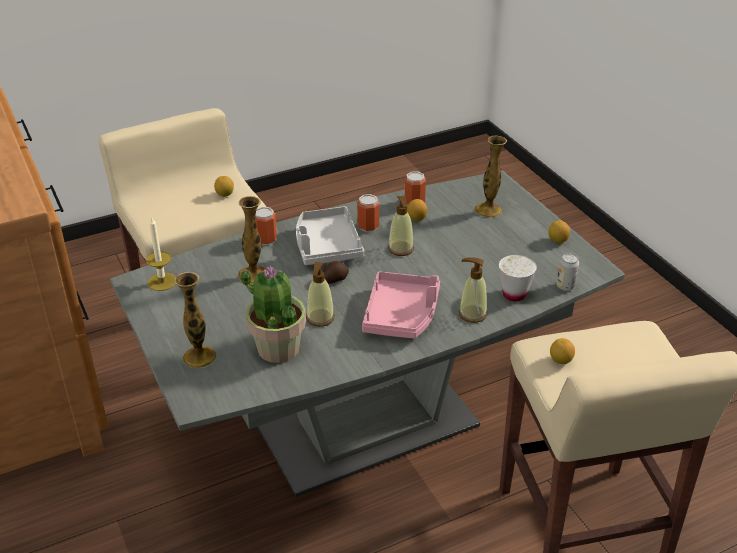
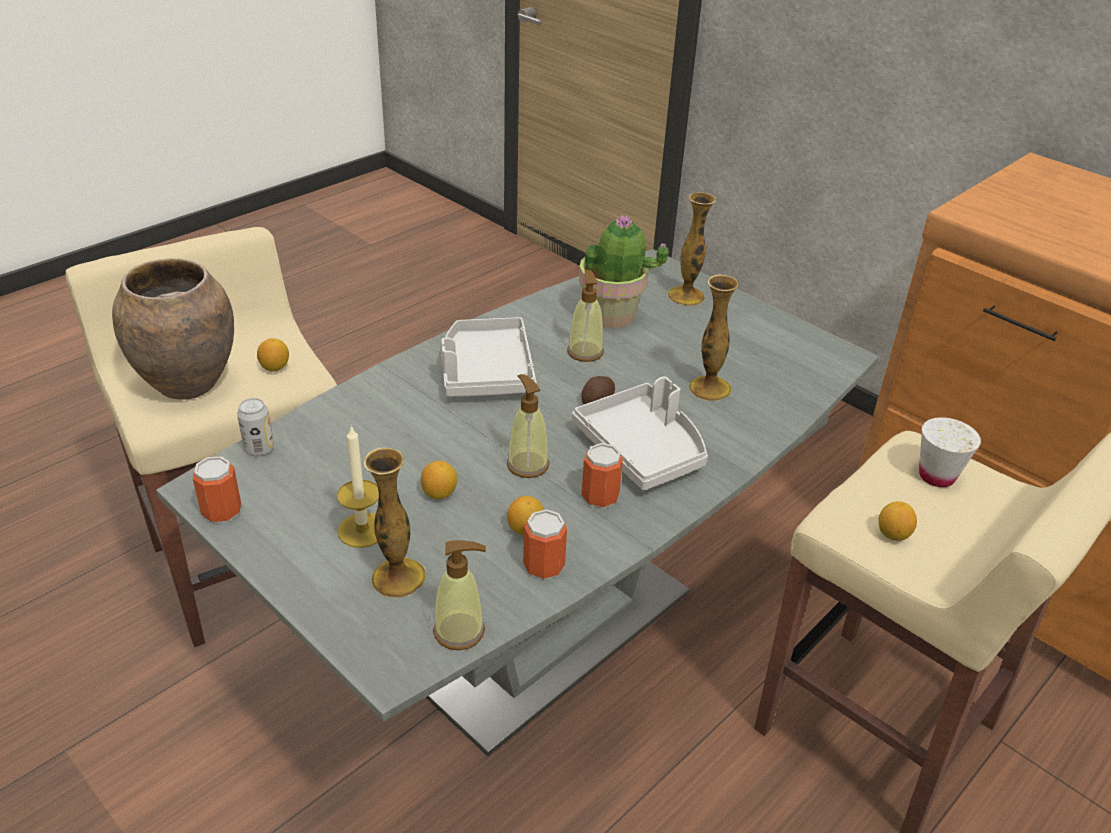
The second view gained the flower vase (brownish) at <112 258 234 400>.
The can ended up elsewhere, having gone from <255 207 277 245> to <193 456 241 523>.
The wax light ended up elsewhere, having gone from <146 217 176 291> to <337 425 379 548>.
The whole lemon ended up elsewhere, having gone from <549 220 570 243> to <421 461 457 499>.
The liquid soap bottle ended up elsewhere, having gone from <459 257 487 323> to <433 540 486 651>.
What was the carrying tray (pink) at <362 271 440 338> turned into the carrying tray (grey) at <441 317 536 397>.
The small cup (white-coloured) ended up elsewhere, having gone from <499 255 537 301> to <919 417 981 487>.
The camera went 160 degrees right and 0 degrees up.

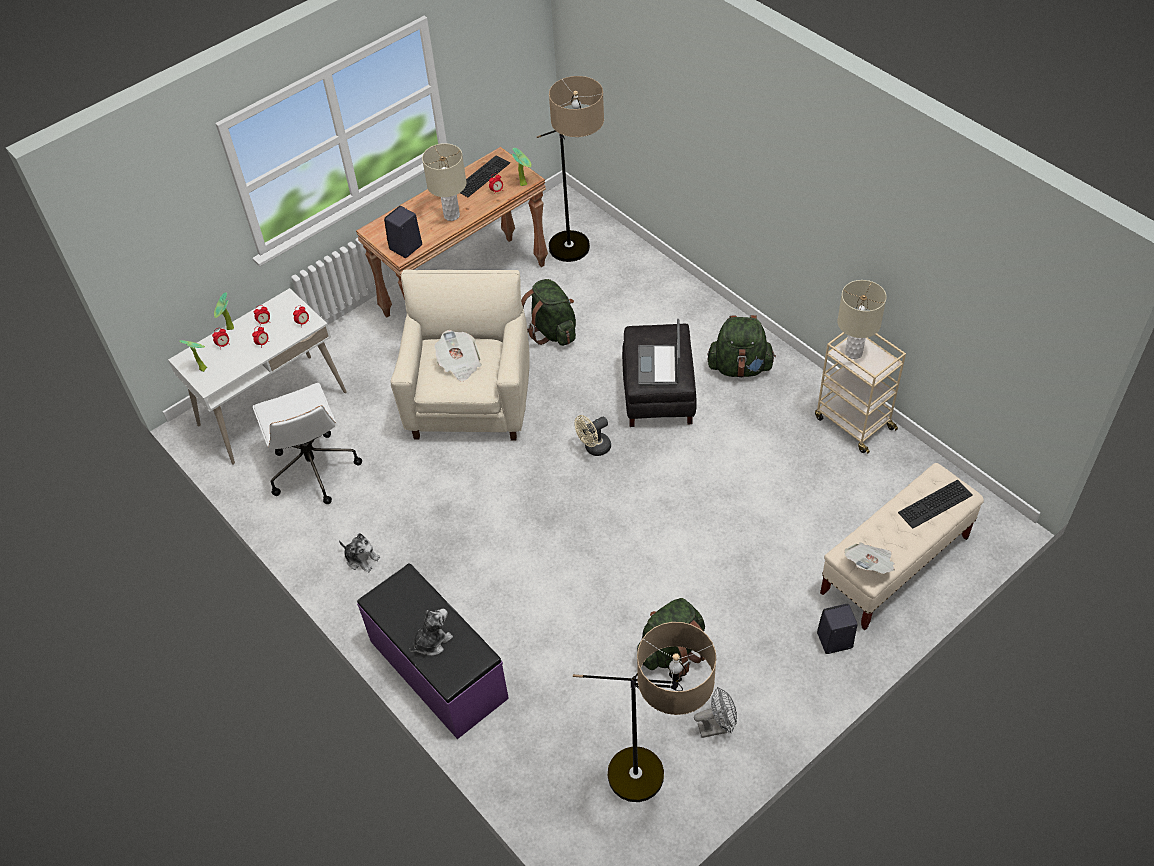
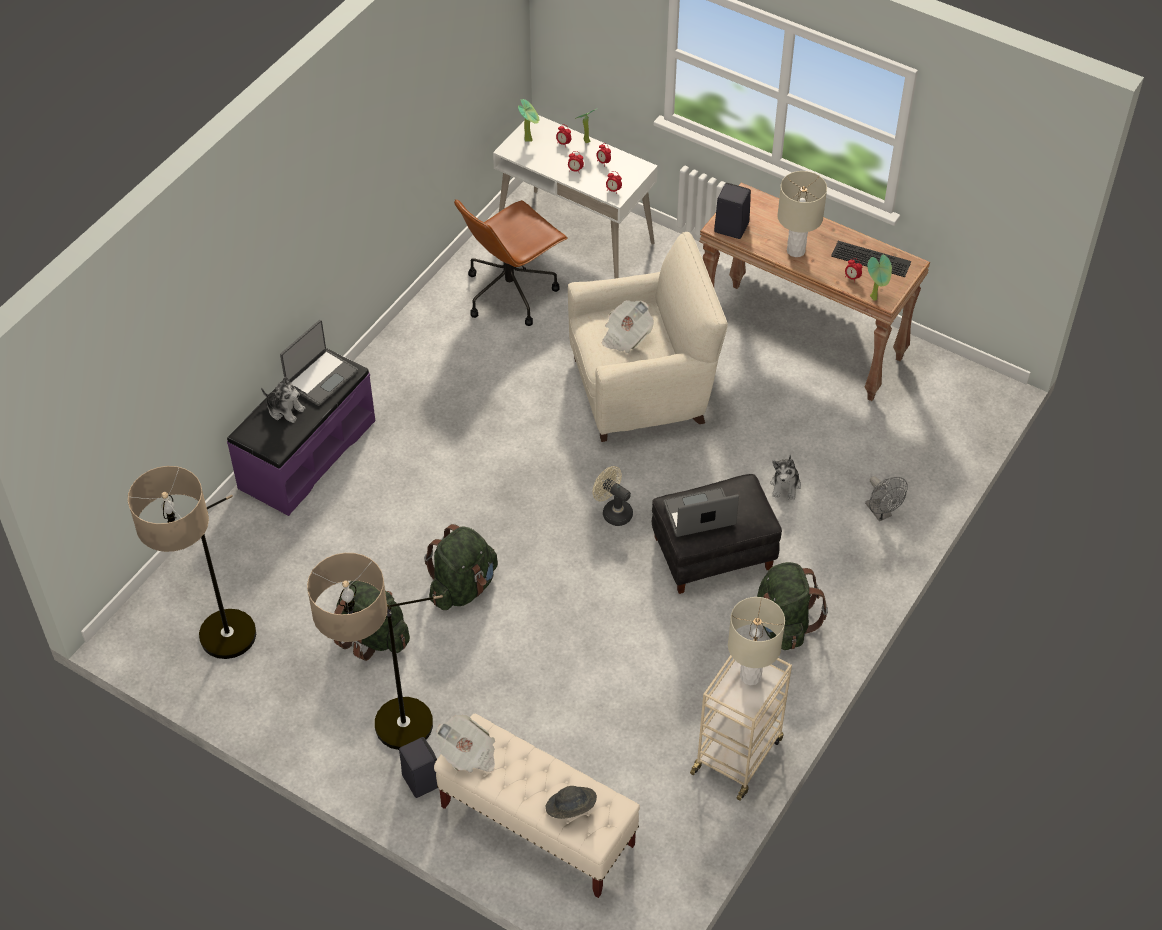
The second view gained the notebook computer at <280 320 358 406>.
The floor lamp ended up elsewhere, having gone from <537 76 604 262> to <307 553 443 750>.
The backpack (green-coloured) ended up elsewhere, having gone from <521 279 576 346> to <424 524 498 610>.
What was the desk chair (white-coloured) at <253 383 362 504> turned into the desk chair (brownish) at <454 199 568 326>.
Where the PC keyboard stood at <898 479 973 529>, the hat (grey) came to stand at <546 786 597 819>.
The cuddly toy ended up elsewhere, having gone from <339 533 380 572> to <770 454 801 500>.
The cooling fan (grey) ended up elsewhere, having gone from <694 687 737 738> to <865 476 908 521>.
The camera went 70 degrees right and 0 degrees up.

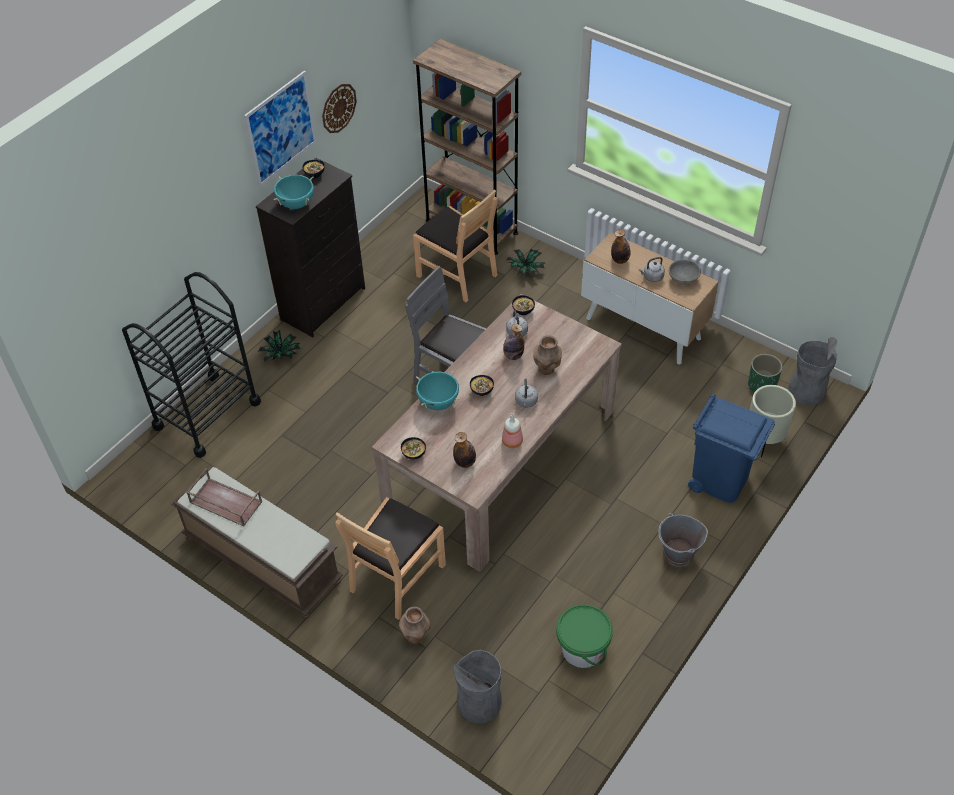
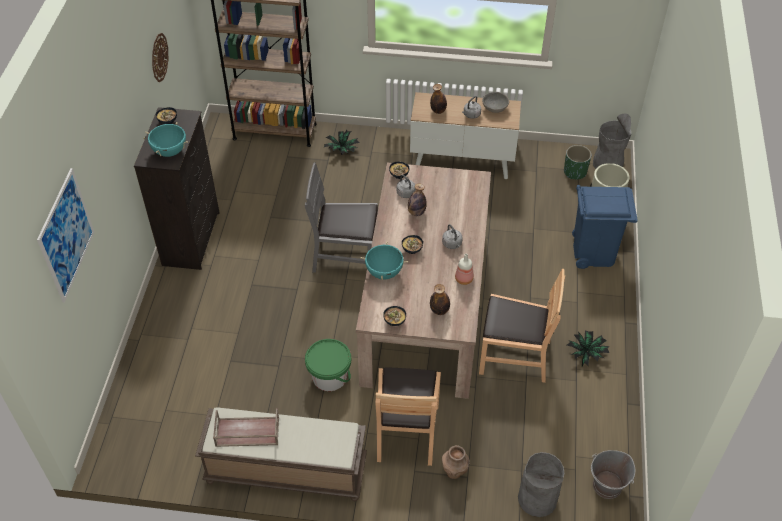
The wall picture ended up elsewhere, having gone from <244 71 317 187> to <37 168 94 303>.
The pail (green-coloured) ended up elsewhere, having gone from <556 604 613 668> to <305 339 351 391>.
The plain chair (brownish) ended up elsewhere, having gone from <413 190 498 302> to <479 269 565 383>.
The plant in a pot ended up elsewhere, having gone from <258 330 300 362> to <567 330 610 366>.
The pail (grey) ended up elsewhere, having gone from <658 512 708 567> to <591 450 635 499>.
The second view lost the wheeled cart (blackish) at <122 272 261 458>.
The second view lost the flower vase (brownish) at <533 335 562 375>.
The camera went 30 degrees left and 0 degrees up.

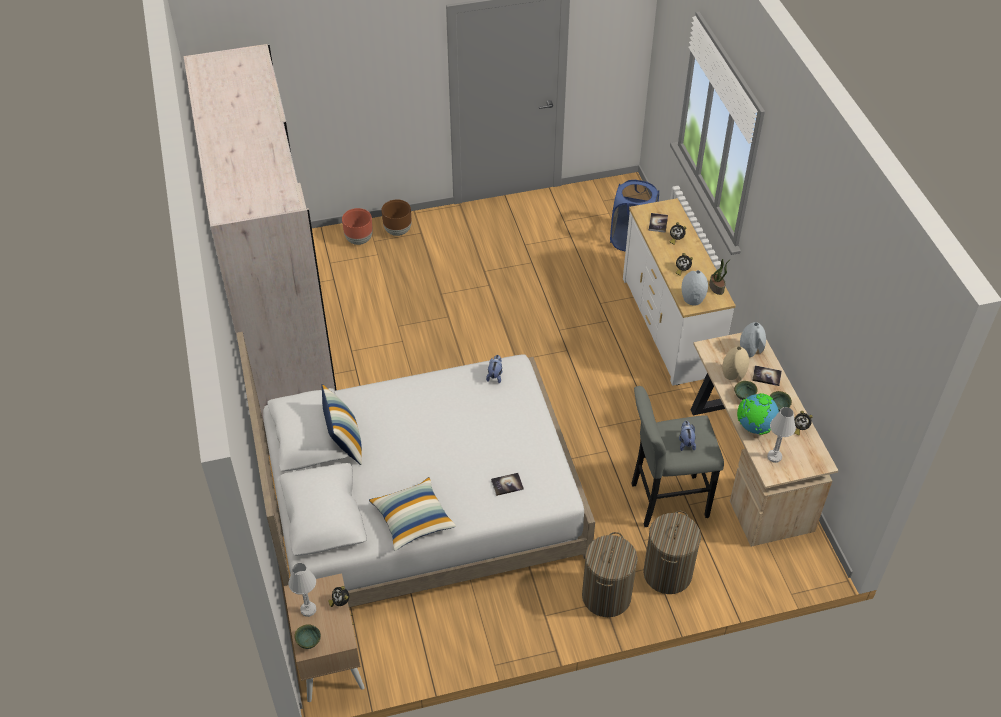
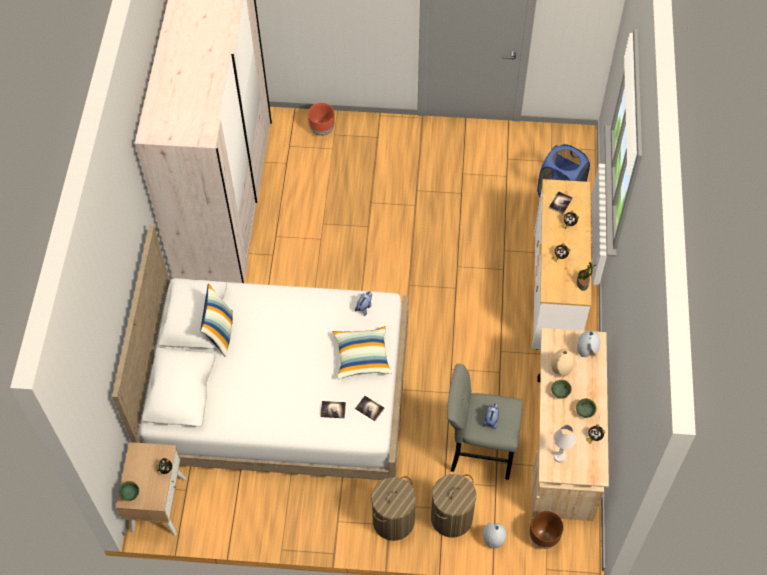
The throw pillow ended up elsewhere, having gone from <369 477 456 551> to <333 326 392 379>.
The bound book ended up elsewhere, having gone from <752 365 782 386> to <355 396 385 421>.
The flower vase (grey) ended up elsewhere, having gone from <682 270 708 305> to <483 523 507 549>.
The flower pot (brownish) ended up elsewhere, having gone from <382 199 411 236> to <529 511 564 549>.
The second view lost the table lamp (white-coloured) at <288 563 316 617>.
The second view lost the globe at <737 393 779 435>.
The camera went 20 degrees right and 10 degrees up.

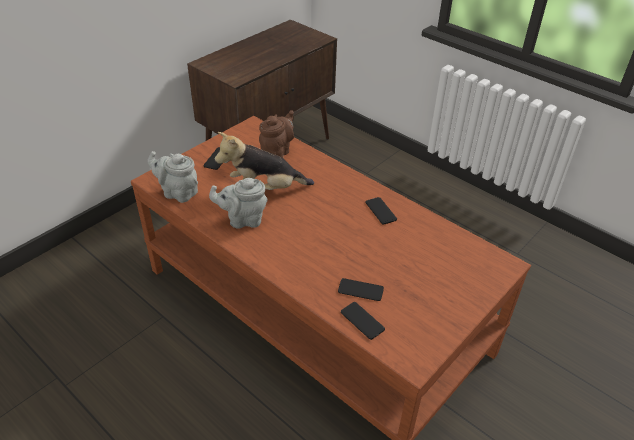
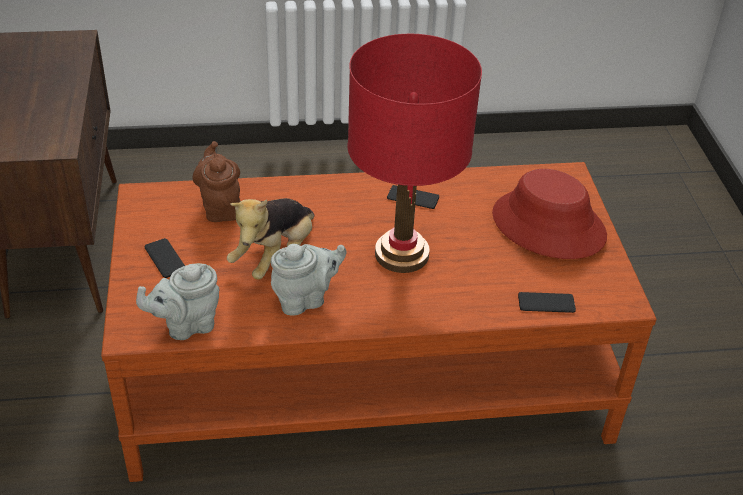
The pot for tea (grey) at <209 178 268 229> ended up facing another way, 150 degrees counterclockwise from before.
The second view gained the table lamp (red-coloured) at <348 34 482 273>.
The second view gained the hat (red-coloured) at <492 169 607 259>.
The second view lost the telephone at <338 278 384 301>.
The camera went 50 degrees left and 0 degrees up.

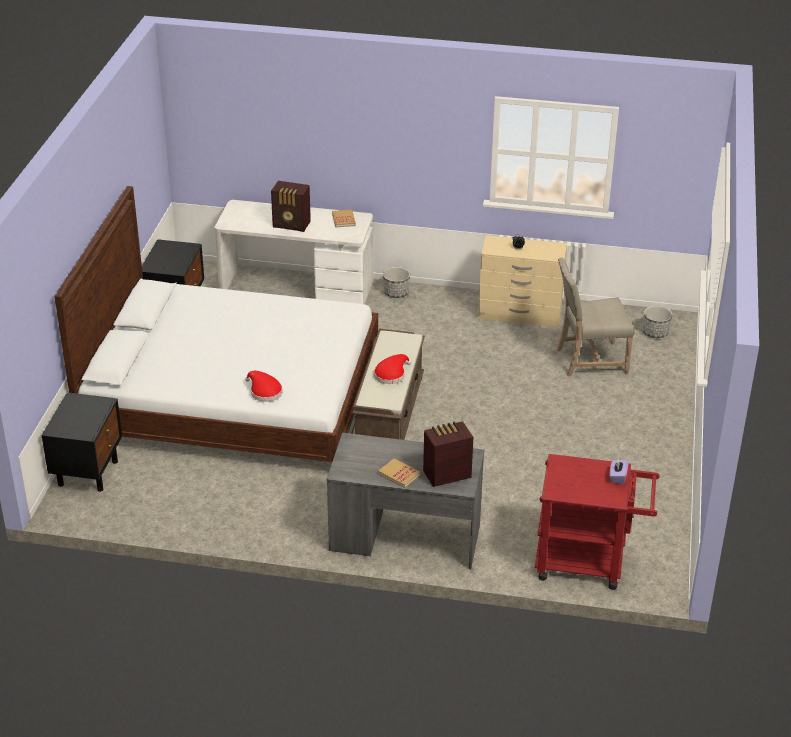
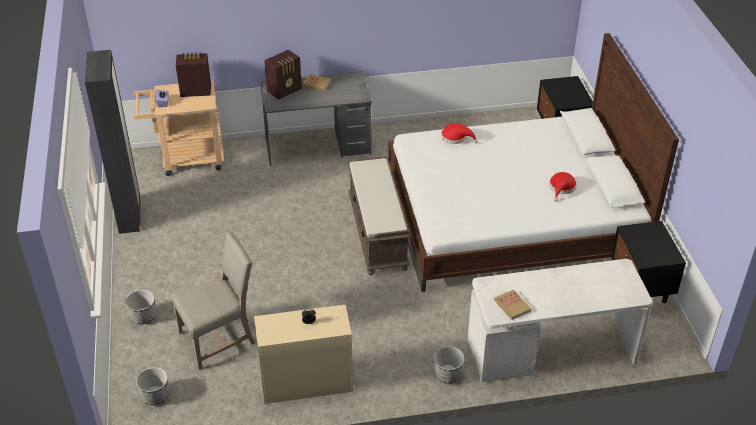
The second view gained the wardrobe (blackish) at <85 50 140 234>.
The second view gained the flower pot at <125 290 156 324>.
What was the wheeled cart (red-coloured) at <535 454 660 590> turned into the wheeled cart (sand-coloured) at <134 80 224 176>.
The radio set ended up elsewhere, having gone from <271 181 311 232> to <176 52 211 97>.
The hat (red-coloured) ended up elsewhere, having gone from <374 354 411 384> to <549 172 577 201>.
The camera went 160 degrees right and 5 degrees up.

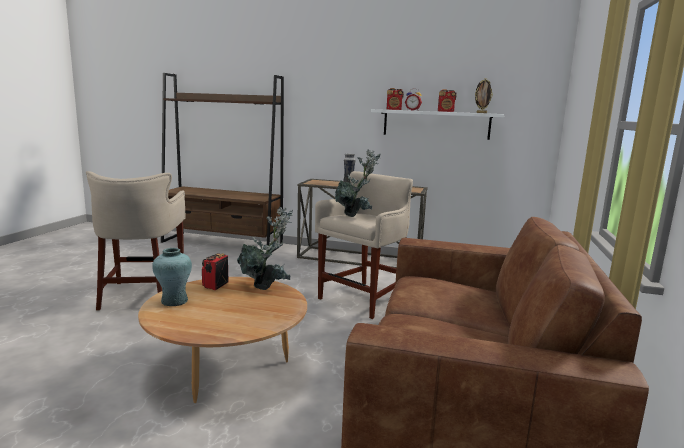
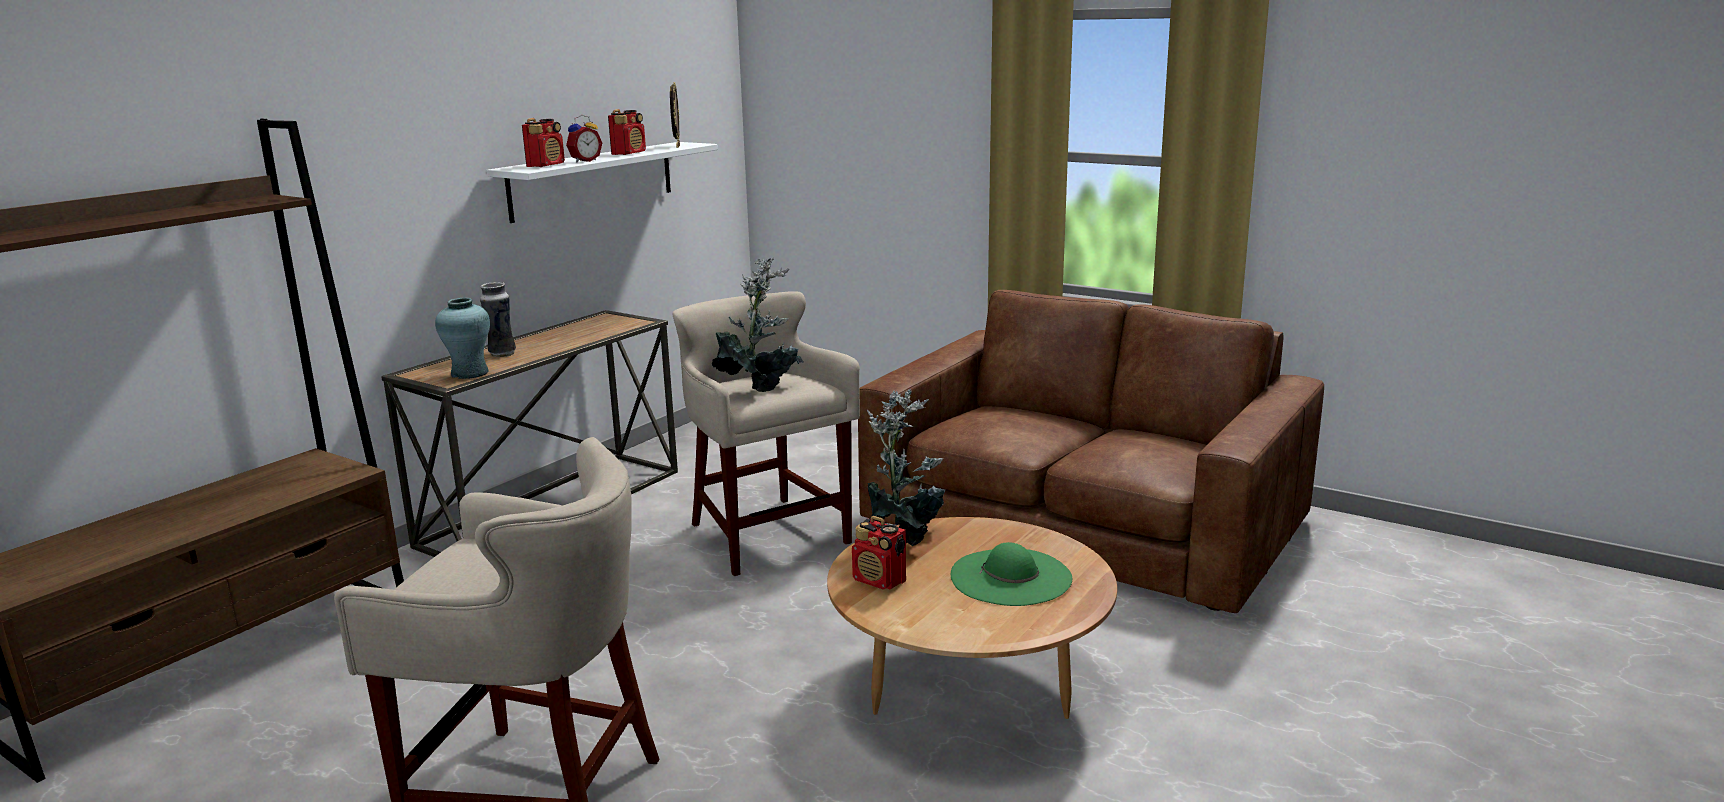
The flower vase (turquoise-coloured) ended up elsewhere, having gone from <152 248 192 306> to <435 298 490 379>.
The second view gained the hat (green-coloured) at <950 542 1072 606>.
The camera went 70 degrees left and 5 degrees up.

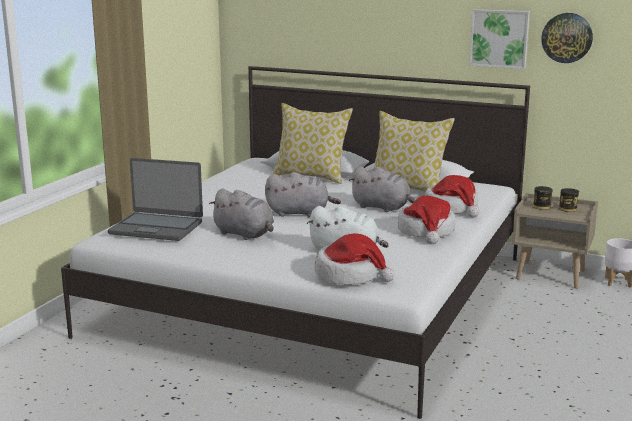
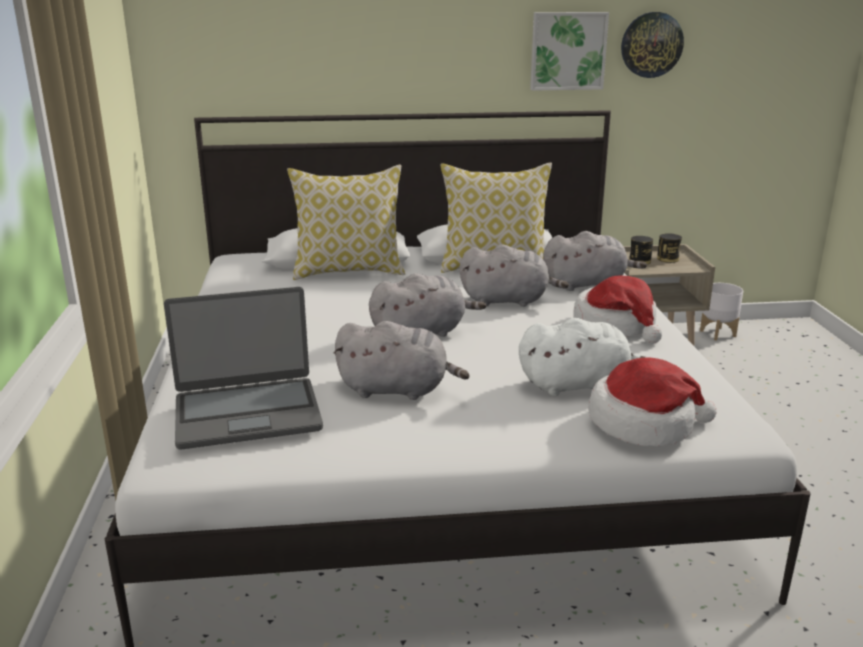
Where the hat stood at <425 175 479 218>, the cuddly toy (grey) came to stand at <543 231 647 291>.
The camera went 30 degrees left and 5 degrees up.

